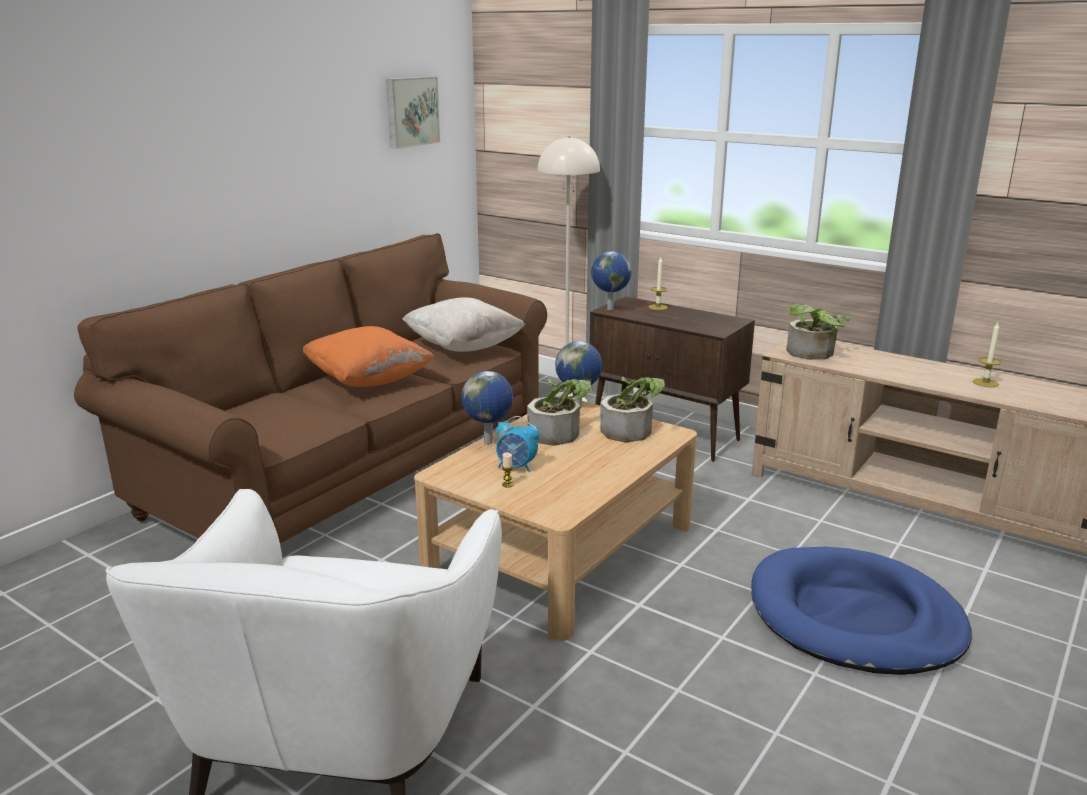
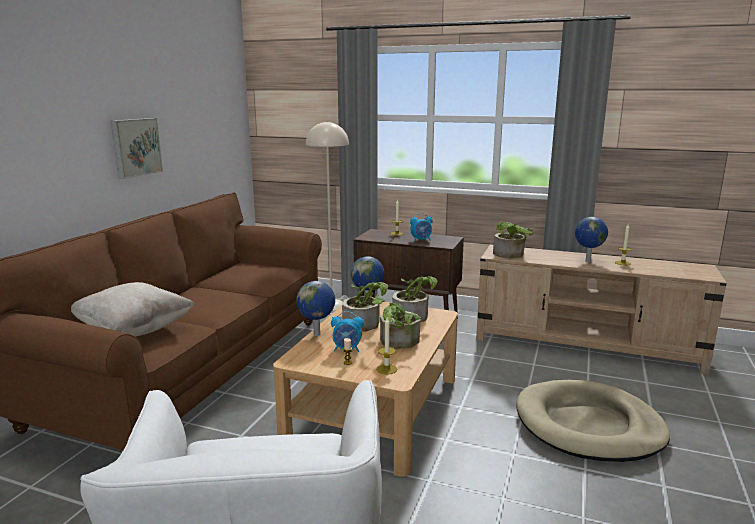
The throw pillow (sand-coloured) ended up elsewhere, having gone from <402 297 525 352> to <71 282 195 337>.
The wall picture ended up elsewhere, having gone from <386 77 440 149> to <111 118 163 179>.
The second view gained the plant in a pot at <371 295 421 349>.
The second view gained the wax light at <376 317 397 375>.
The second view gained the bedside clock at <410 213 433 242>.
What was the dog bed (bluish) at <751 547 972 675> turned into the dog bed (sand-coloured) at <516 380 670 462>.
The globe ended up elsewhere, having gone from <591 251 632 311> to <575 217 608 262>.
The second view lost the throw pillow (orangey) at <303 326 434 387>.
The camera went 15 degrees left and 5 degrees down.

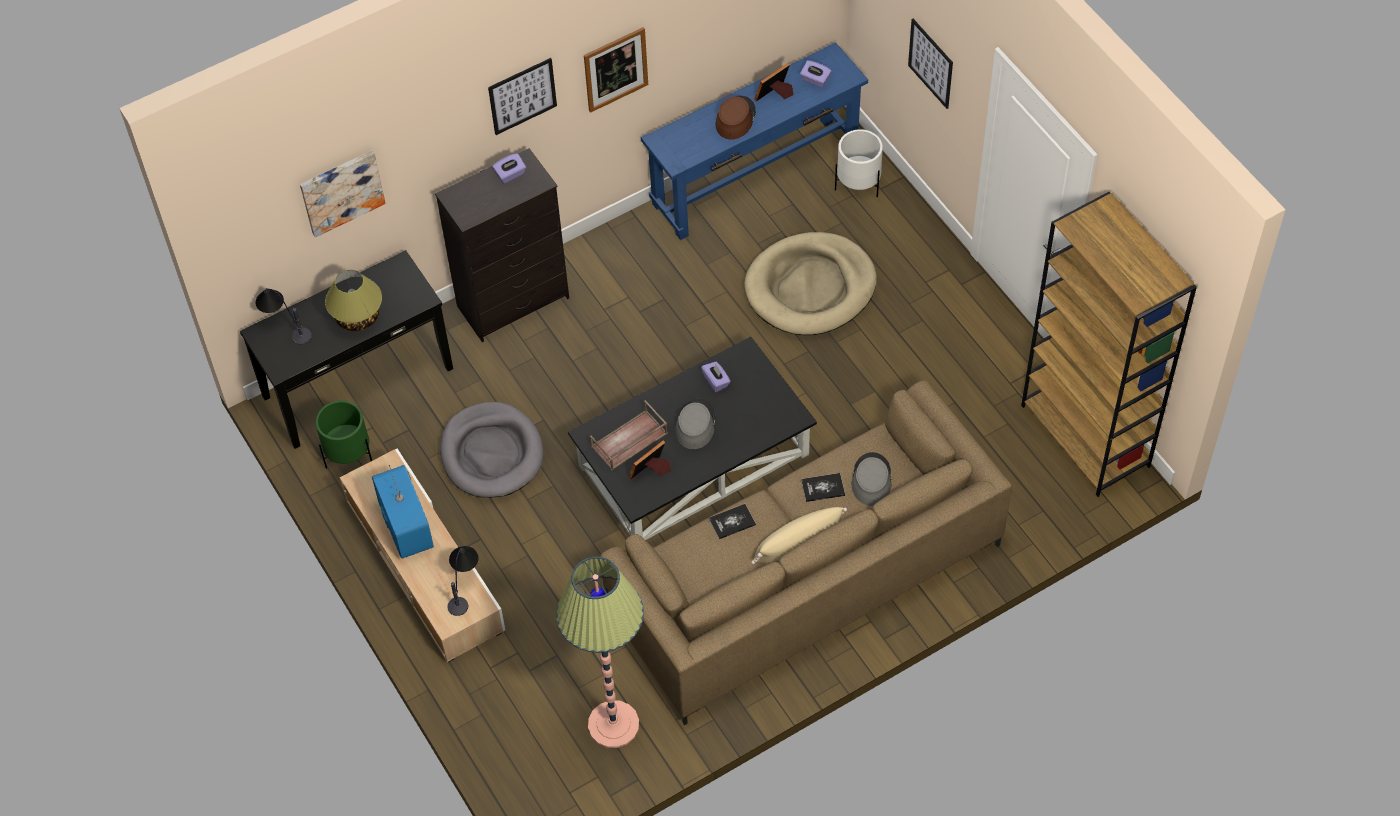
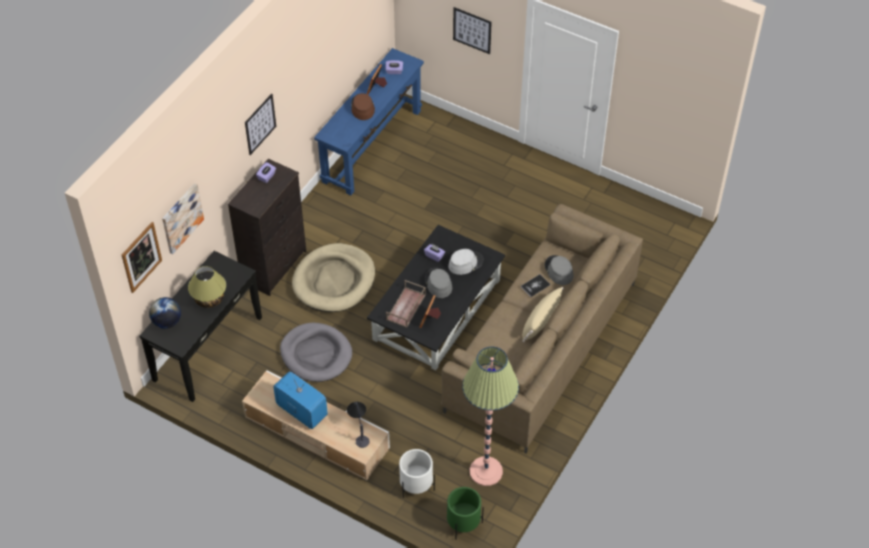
The wall picture ended up elsewhere, having gone from <584 27 648 113> to <122 222 162 293>.
Where the table lamp stood at <255 288 312 344>, the globe came to stand at <149 297 181 329>.
The dog bed (sand-coloured) ended up elsewhere, having gone from <744 232 877 335> to <292 243 375 312>.
The flower pot (white-coloured) ended up elsewhere, having gone from <835 129 883 197> to <399 449 435 498>.
The flower pot (green-coloured) ended up elsewhere, having gone from <315 400 372 469> to <447 487 484 540>.
The second view gained the hat (grey) at <448 249 484 275>.
The second view lost the bound book at <709 504 756 539>.
The second view lost the shelving unit (brownish) at <1021 192 1197 497>.
The camera went 30 degrees left and 5 degrees down.

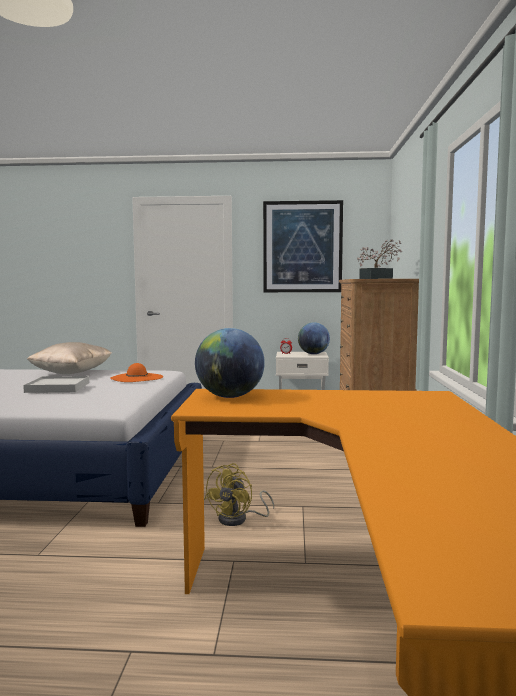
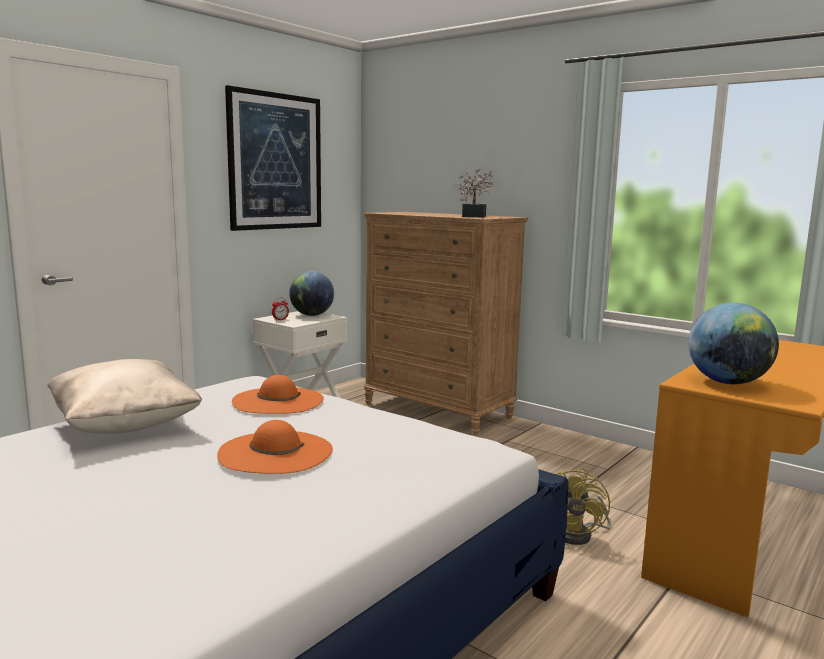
Where the carrying tray (white-coloured) stood at <23 376 89 393>, the hat (orangey) came to stand at <217 420 333 474>.
The cooling fan (yellow) at <205 463 274 526> ended up facing another way, 45 degrees clockwise from before.
The camera went 55 degrees left and 5 degrees up.

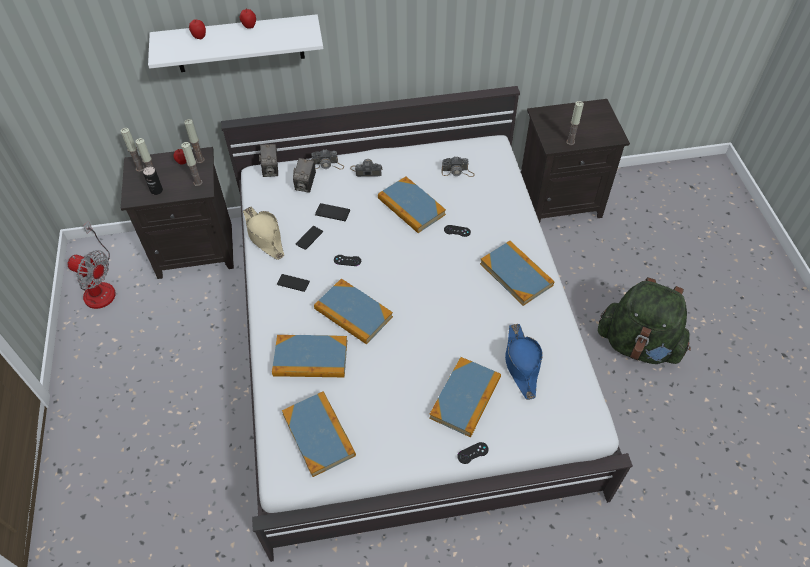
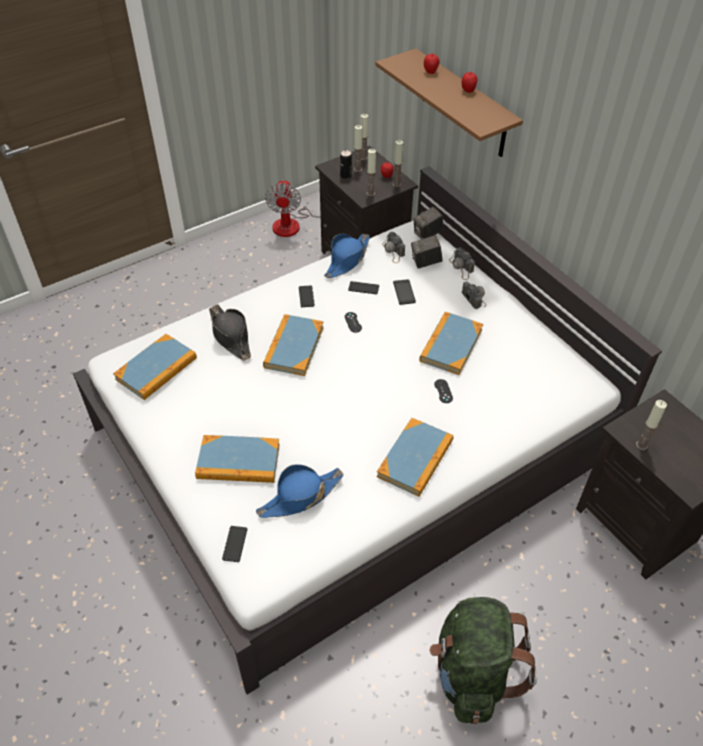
Where the bound book stood at <272 335 347 377>, the hat (blackish) came to stand at <209 304 251 361>.
The second view gained the telephone at <222 526 247 562>.
What was the hat (sand-coloured) at <243 207 284 260> turned into the hat (bluish) at <324 233 370 278>.
What was the shelf (white-coloured) at <148 14 323 72> turned into the shelf (brownish) at <375 49 523 157>.
The still camera ended up elsewhere, having gone from <442 157 474 177> to <382 232 405 263>.
The second view lost the joypad (blackish) at <457 442 489 464>.
The camera went 65 degrees right and 5 degrees down.

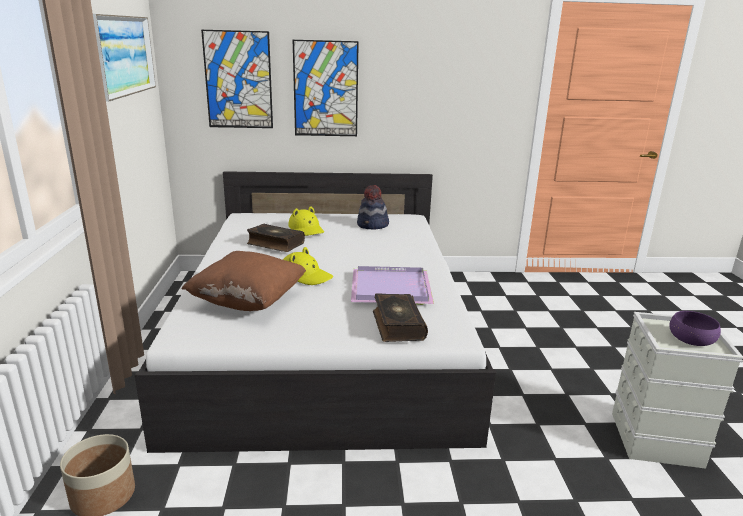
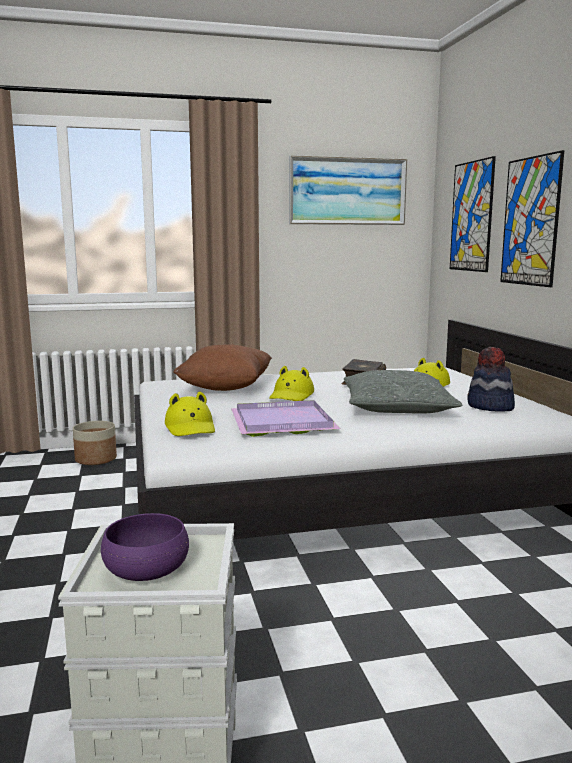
Where the bound book stood at <373 293 428 342>, the hat (yellow) came to stand at <165 392 215 436>.
The second view gained the throw pillow (grey) at <344 370 463 414>.
The camera went 80 degrees right and 10 degrees down.

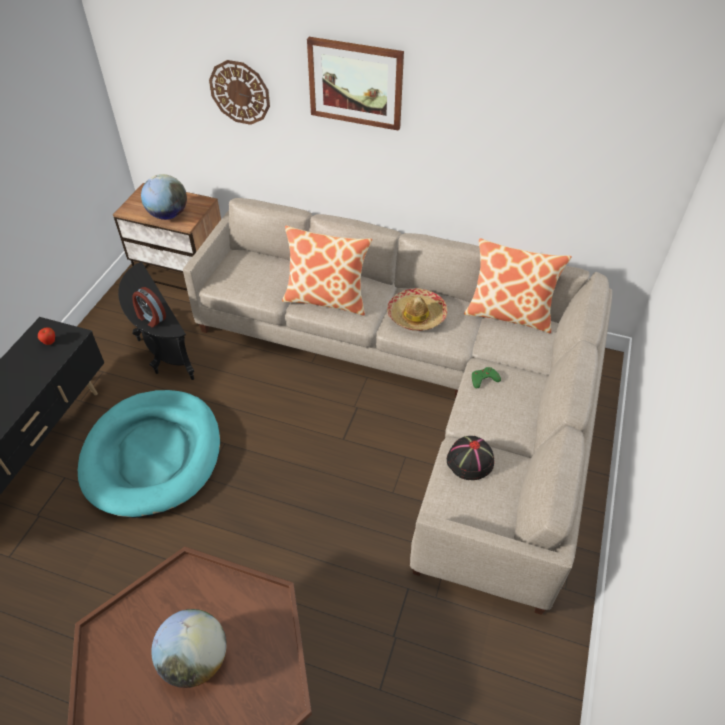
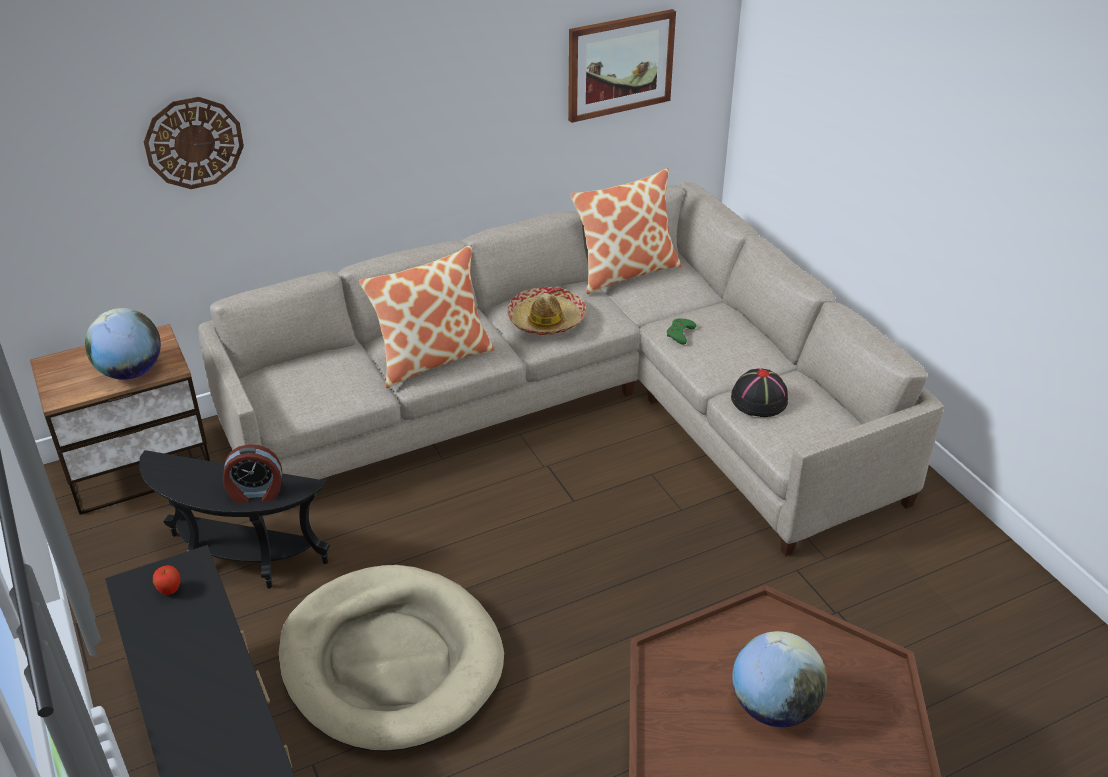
What was the dog bed (turquoise-coloured) at <78 390 220 518> turned into the dog bed (sand-coloured) at <278 565 504 752>.
The wall picture ended up elsewhere, having gone from <307 37 404 131> to <568 9 676 123>.
The camera went 45 degrees left and 10 degrees down.

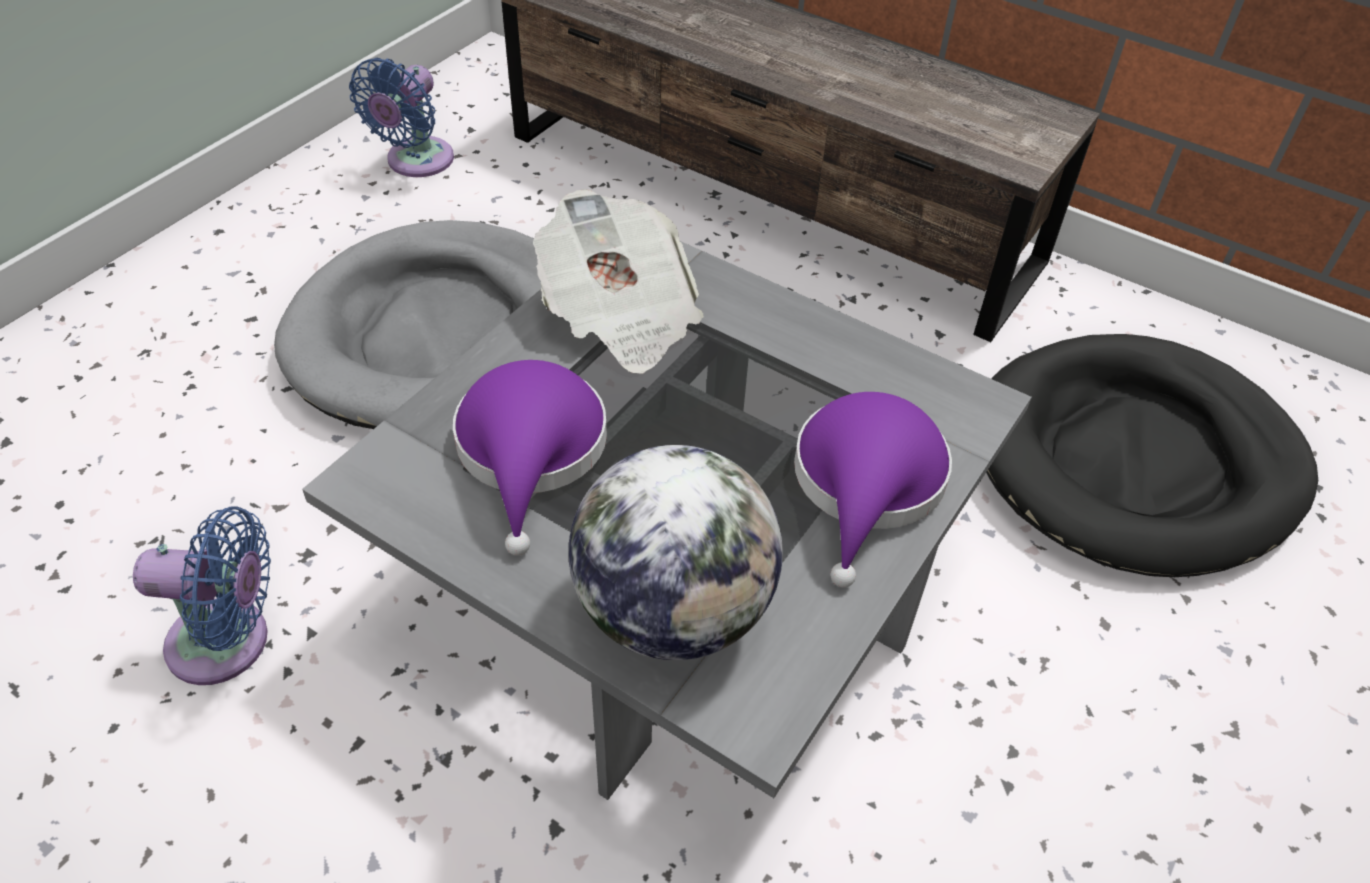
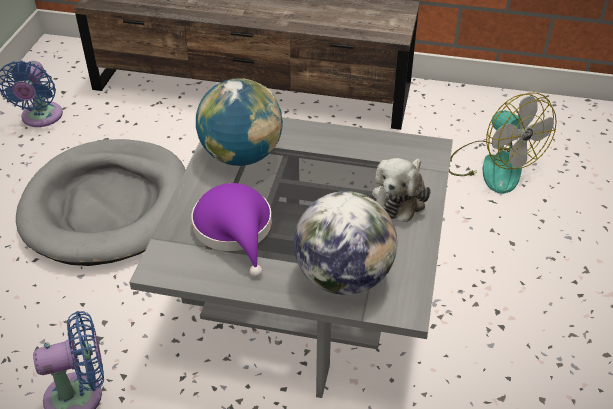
Where the printed paper stood at <533 189 704 374>, the globe came to stand at <196 78 283 166>.
Where the hat (purplish) stood at <794 392 952 588>, the cuddly toy came to stand at <372 158 431 222>.
Where the dog bed (blackish) stood at <986 334 1318 577>, the cooling fan came to stand at <449 93 557 194>.
The camera went 20 degrees left and 5 degrees down.

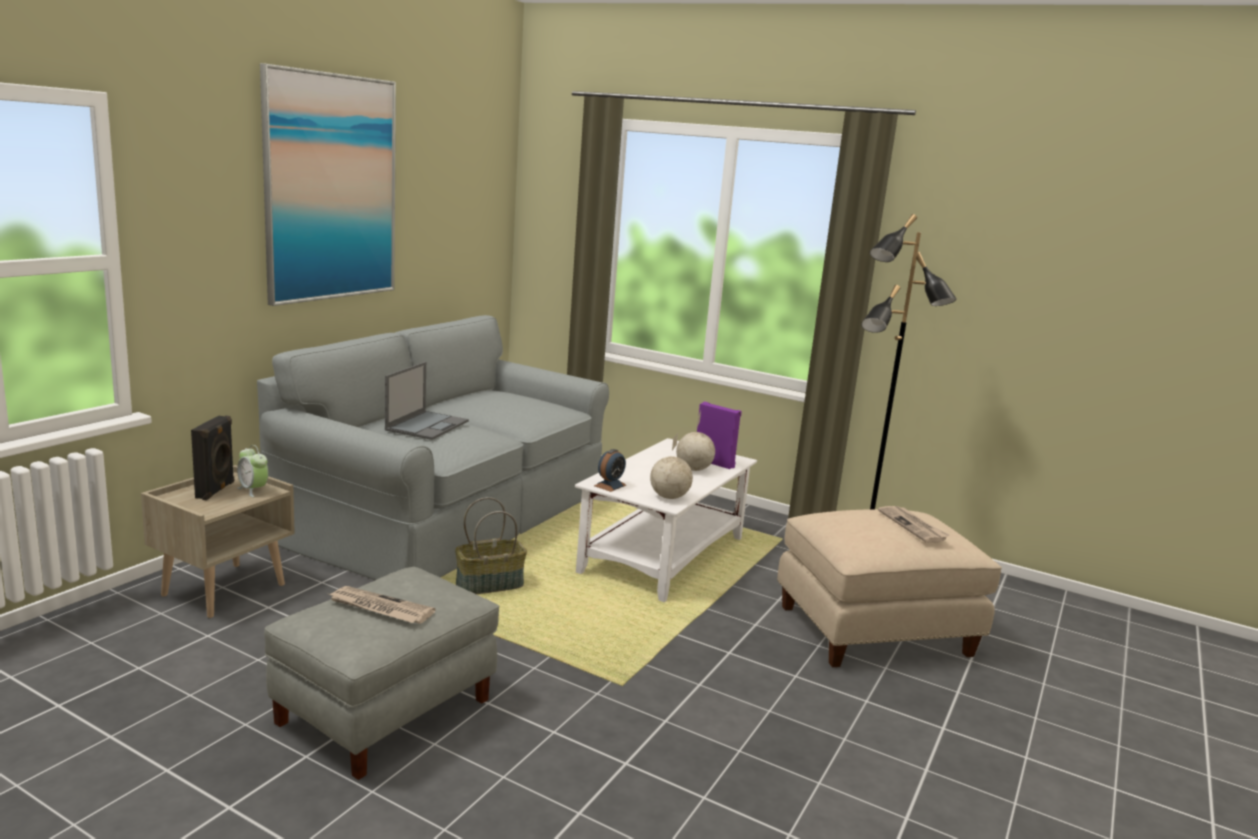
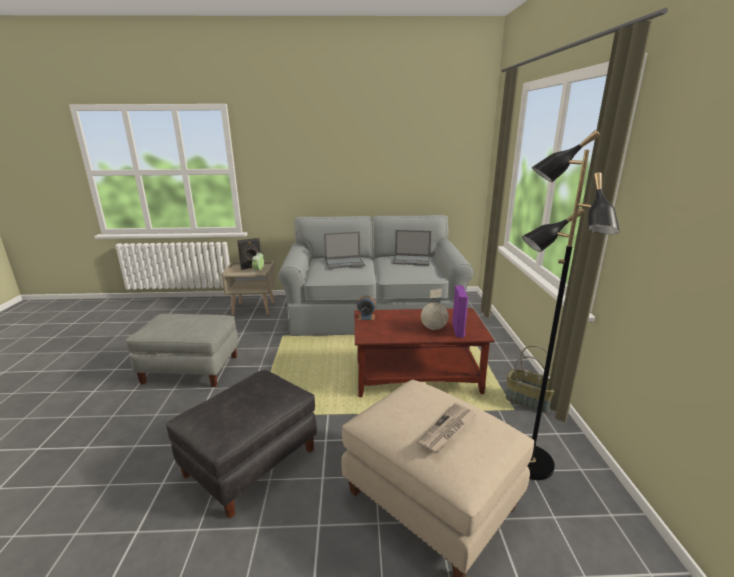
The second view gained the ottoman (blackish) at <166 370 317 519>.
What was the lounge table (white-coloured) at <575 438 757 602> turned into the lounge table (brownish) at <354 308 495 397>.
The second view gained the notebook computer at <393 230 431 266>.
The basket ended up elsewhere, having gone from <455 497 527 594> to <505 345 554 413>.
The second view lost the wall picture at <260 63 396 306>.
The second view lost the printed paper at <329 586 435 624>.
The second view lost the globe at <650 433 693 499>.
The camera went 60 degrees right and 5 degrees up.

